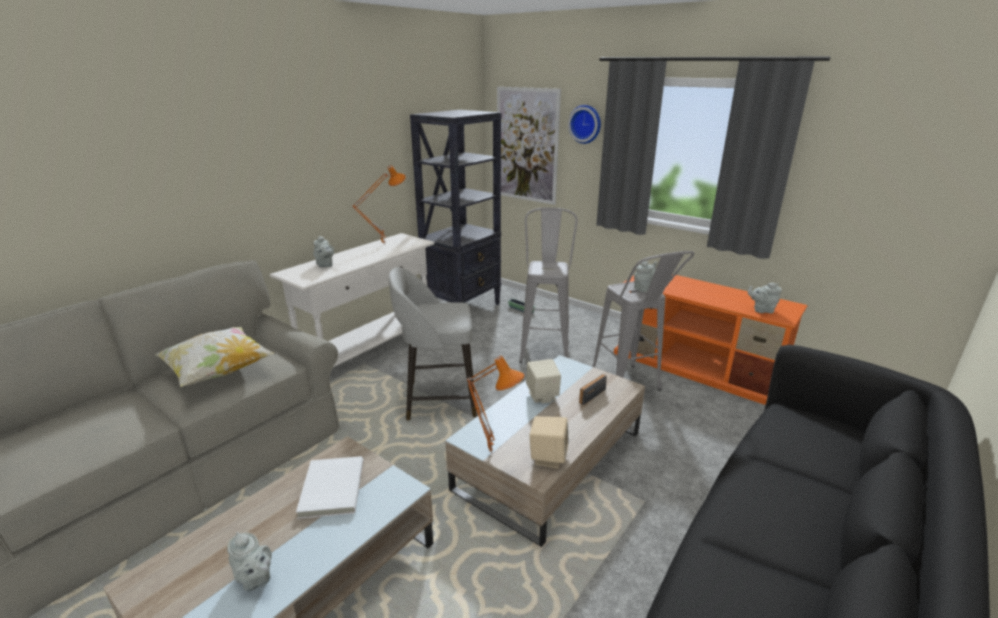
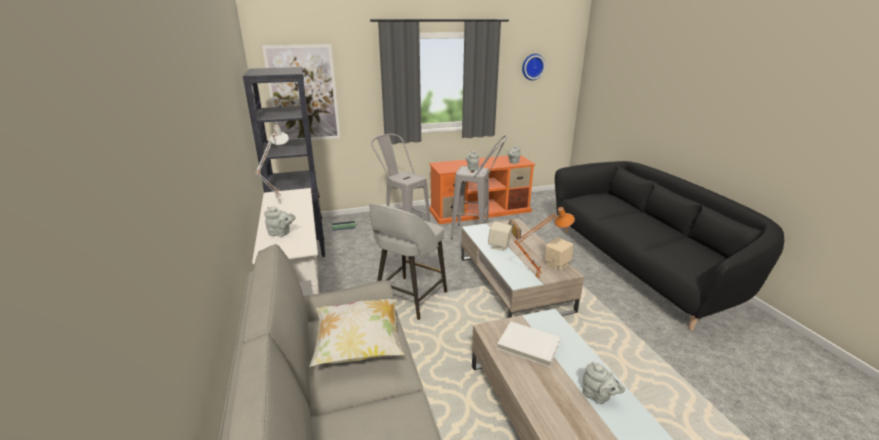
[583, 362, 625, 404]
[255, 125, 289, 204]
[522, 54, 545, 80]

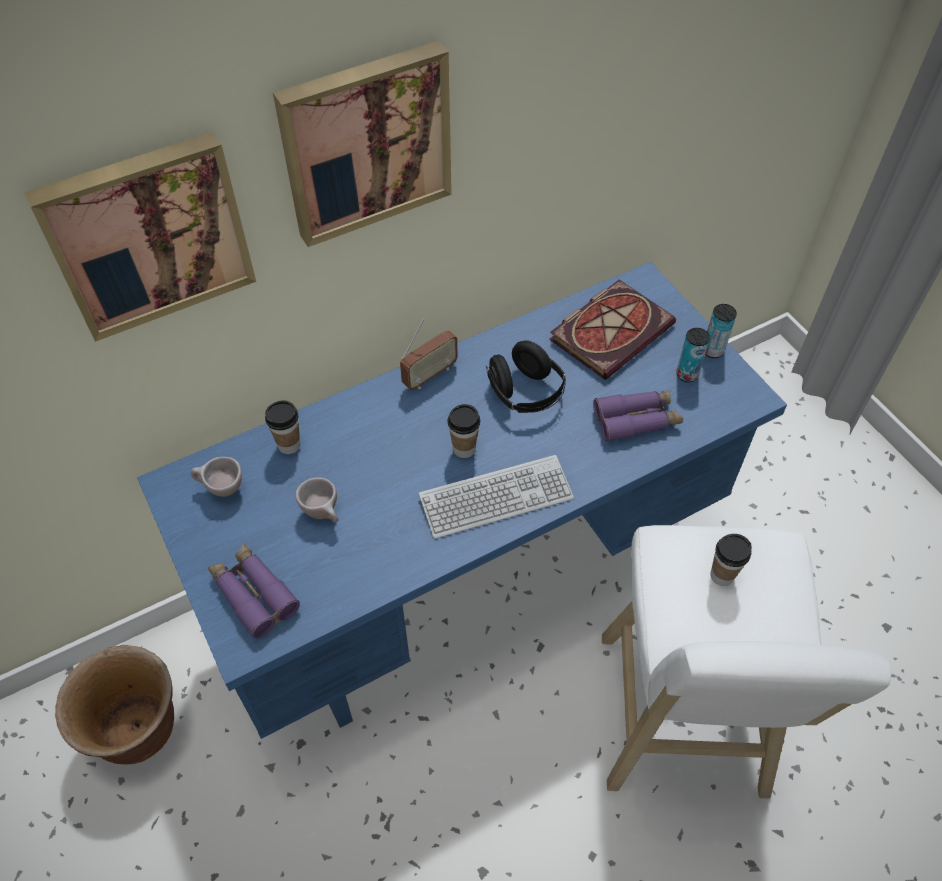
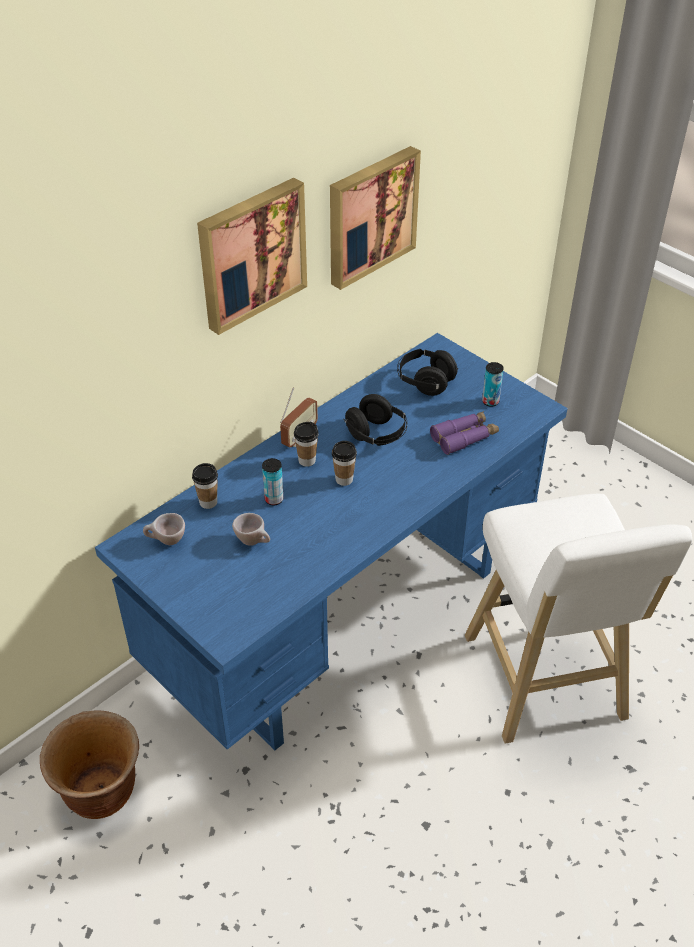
[330, 146, 421, 290]
[208, 544, 300, 638] (first image)
[419, 455, 574, 539] (first image)
[397, 349, 458, 396]
[262, 458, 284, 505]
[294, 422, 319, 467]

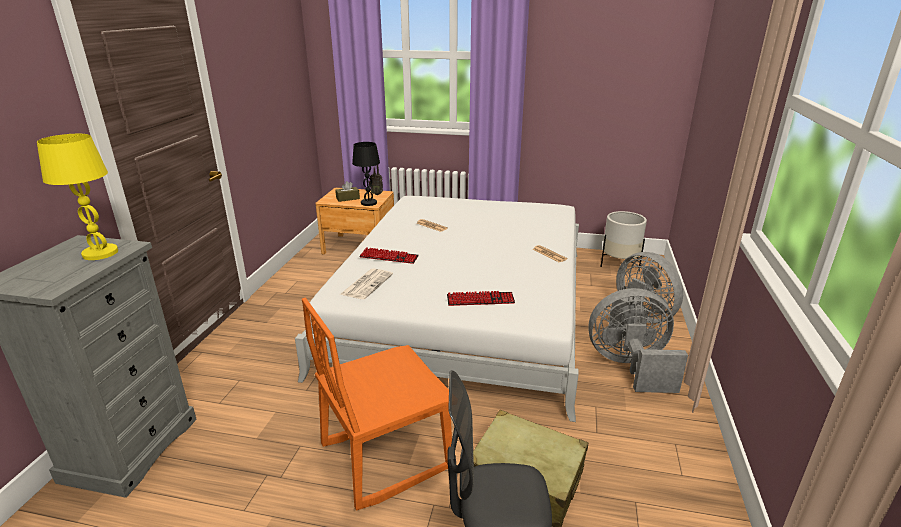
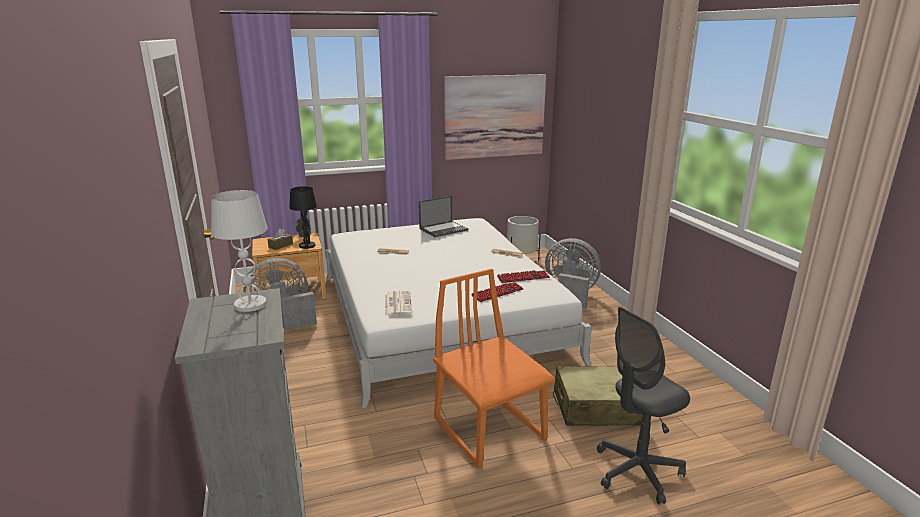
[211, 190, 268, 312]
[433, 269, 555, 469]
[497, 270, 550, 283]
[243, 258, 317, 331]
[419, 196, 468, 237]
[444, 74, 546, 160]

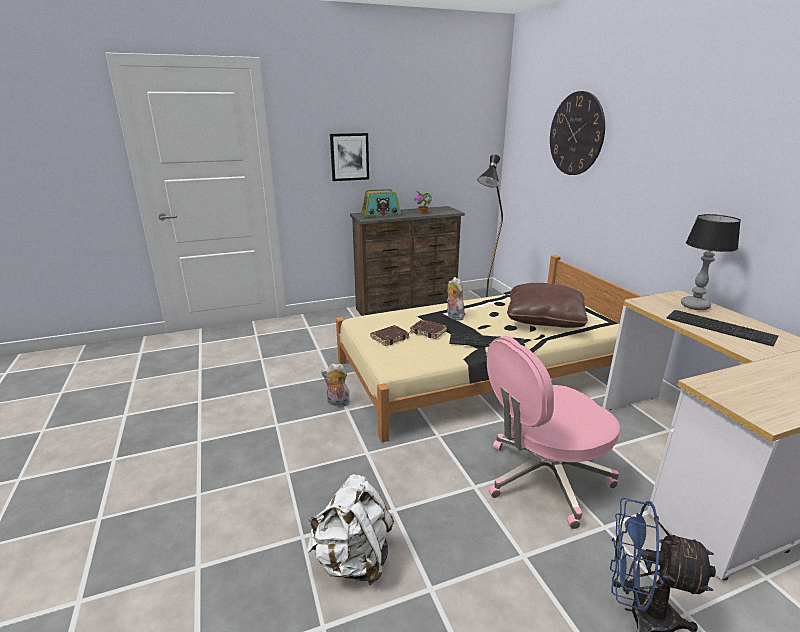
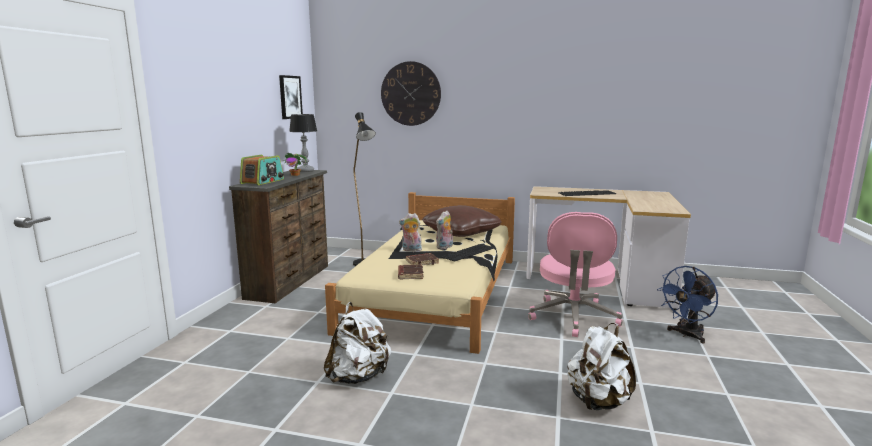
[436, 211, 453, 249]
[279, 75, 303, 119]
[289, 114, 317, 172]
[324, 302, 392, 384]

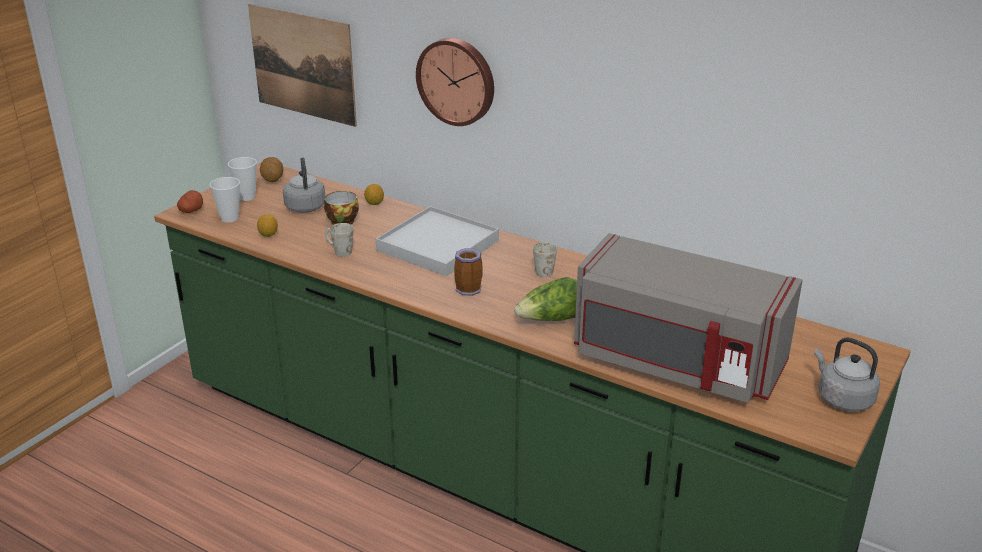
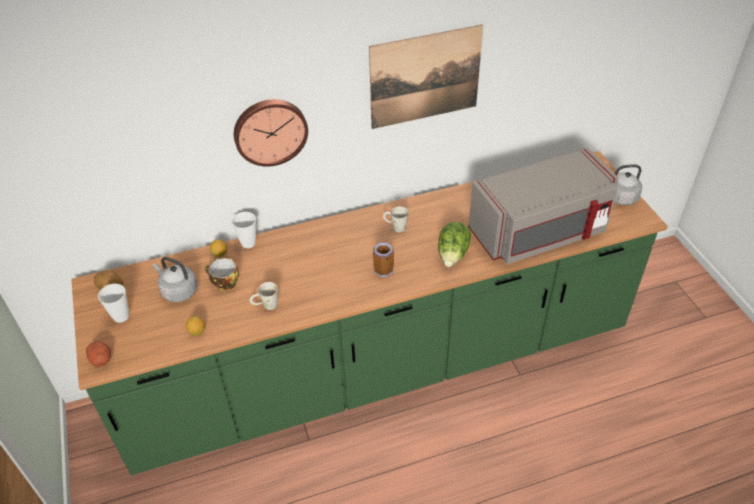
[232, 212, 256, 248]
[369, 24, 483, 129]
[376, 206, 499, 276] (first image)

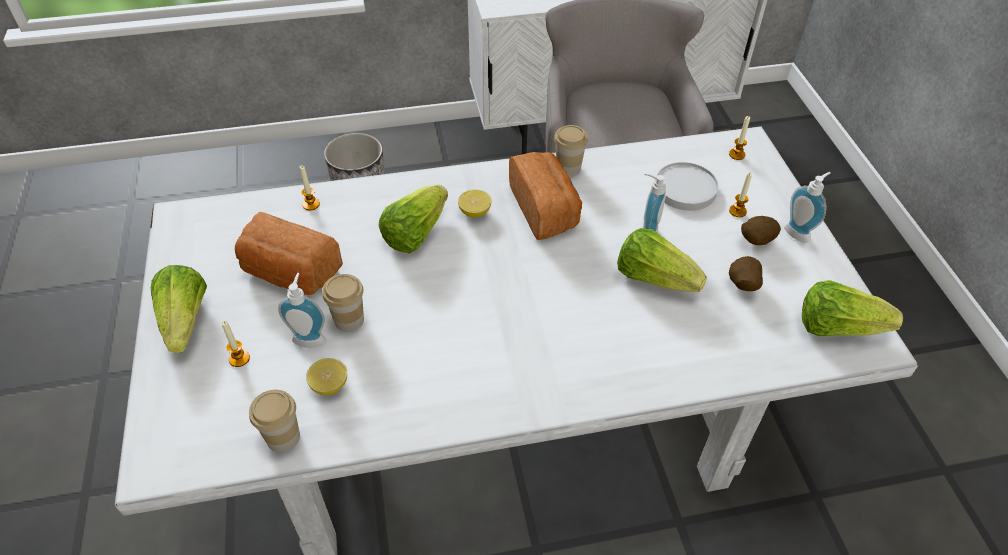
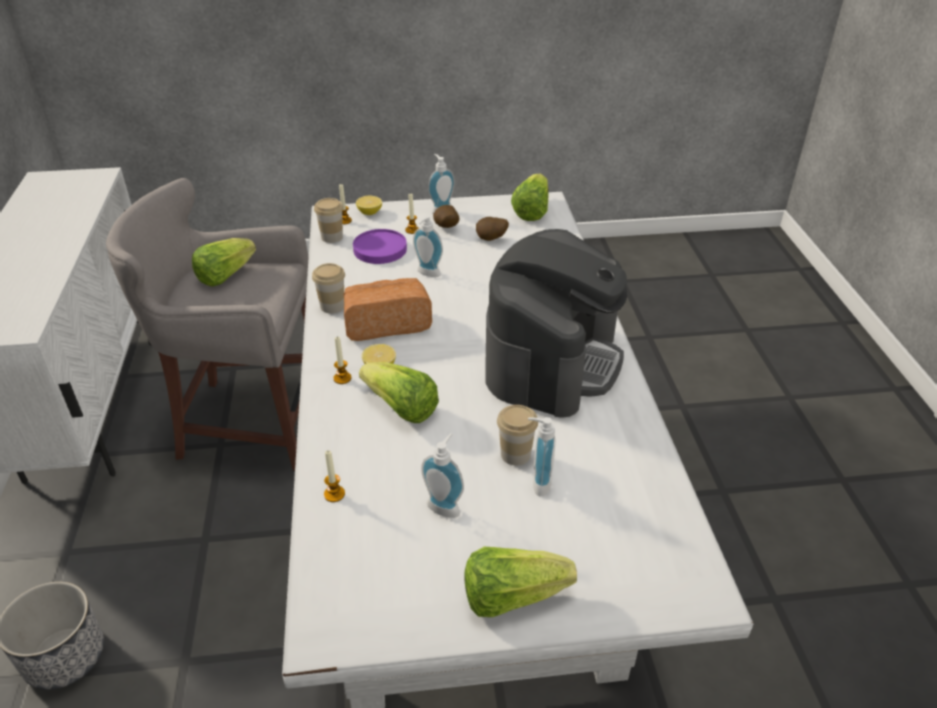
[333, 337, 351, 384]
[421, 433, 464, 518]
[314, 198, 343, 243]
[356, 196, 382, 215]
[192, 238, 256, 286]
[353, 229, 407, 264]
[485, 229, 627, 418]

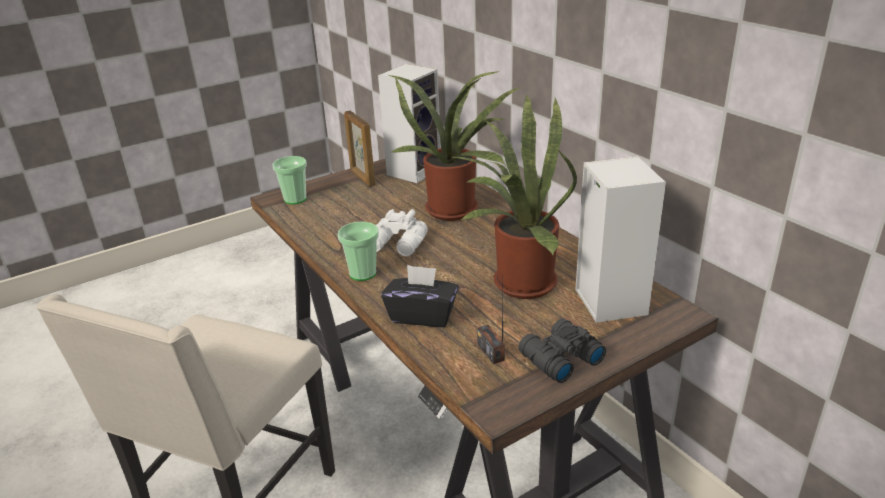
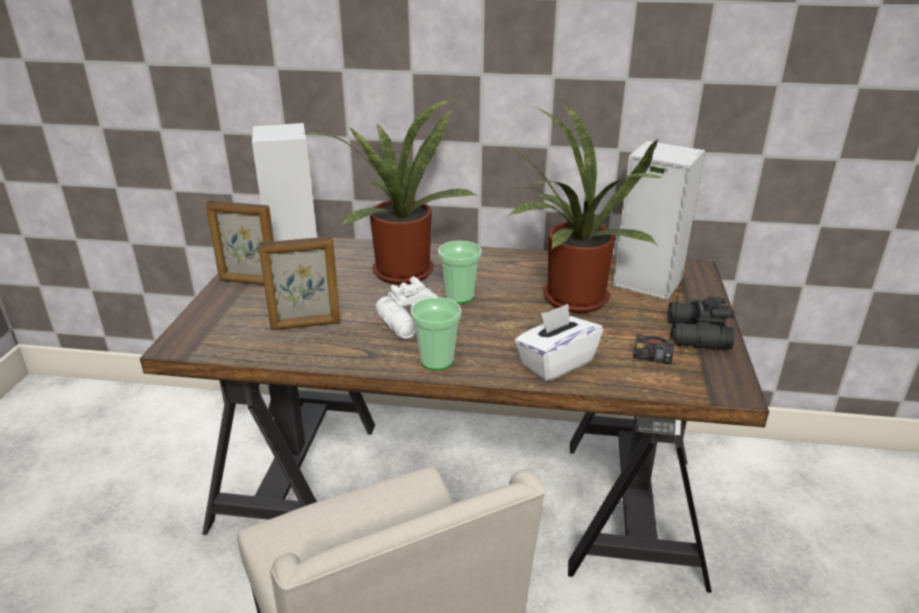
[438, 241, 482, 304]
[514, 304, 603, 381]
[258, 236, 340, 330]

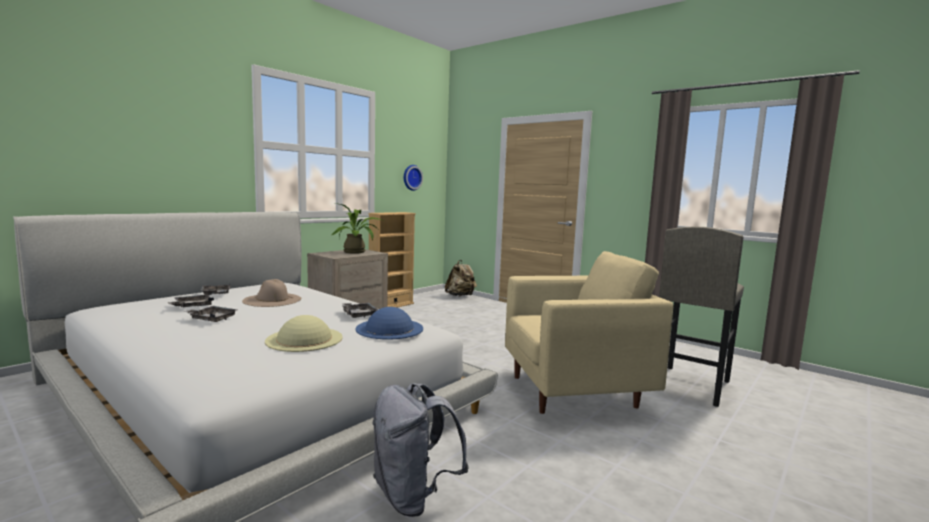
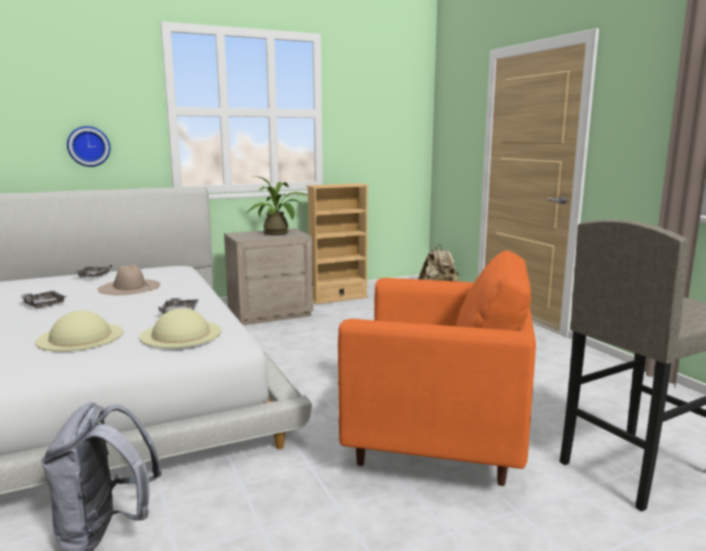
[168, 295, 214, 307] (first image)
[140, 308, 221, 348]
[67, 126, 111, 167]
[338, 251, 536, 486]

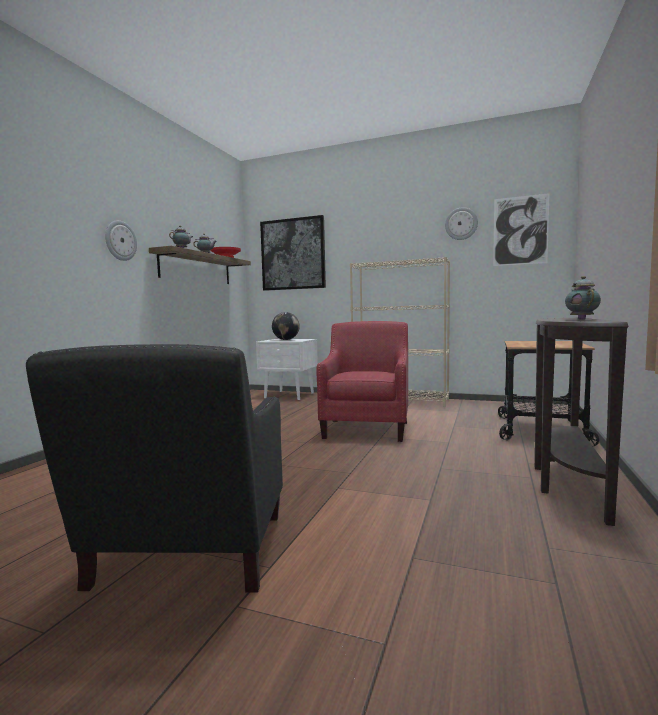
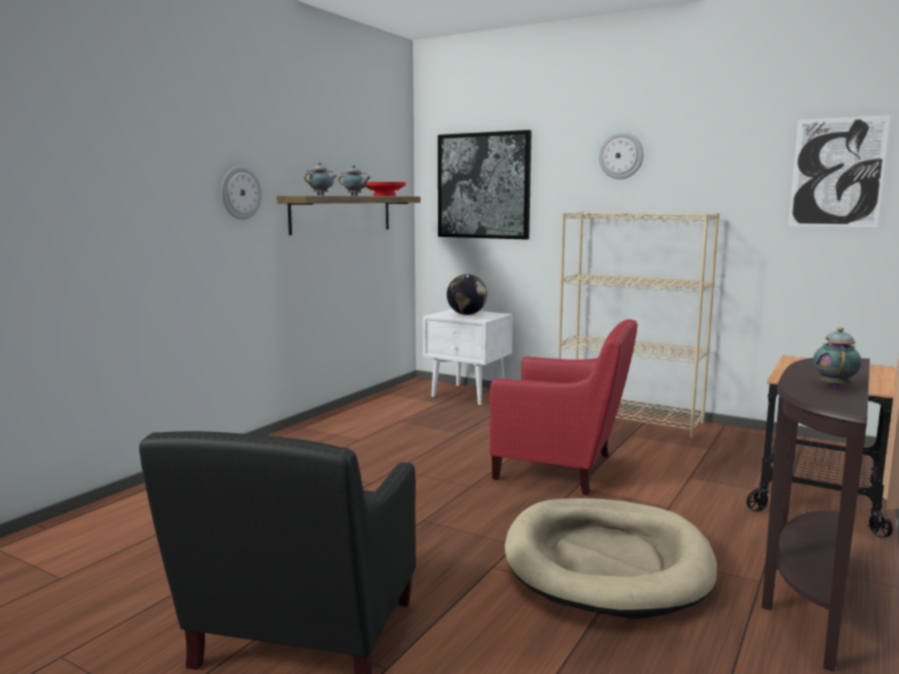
[490, 319, 637, 495]
[599, 132, 644, 179]
[505, 498, 717, 619]

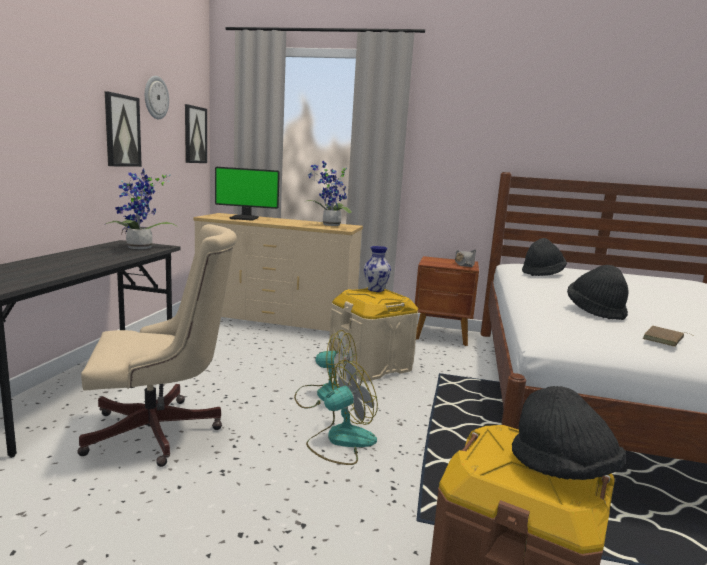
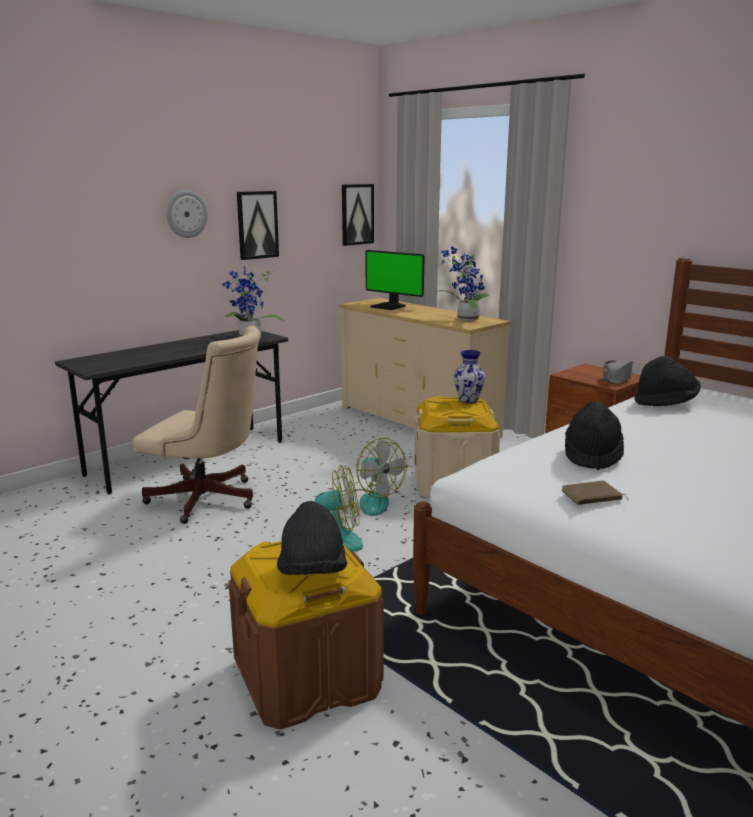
[166, 190, 208, 238]

